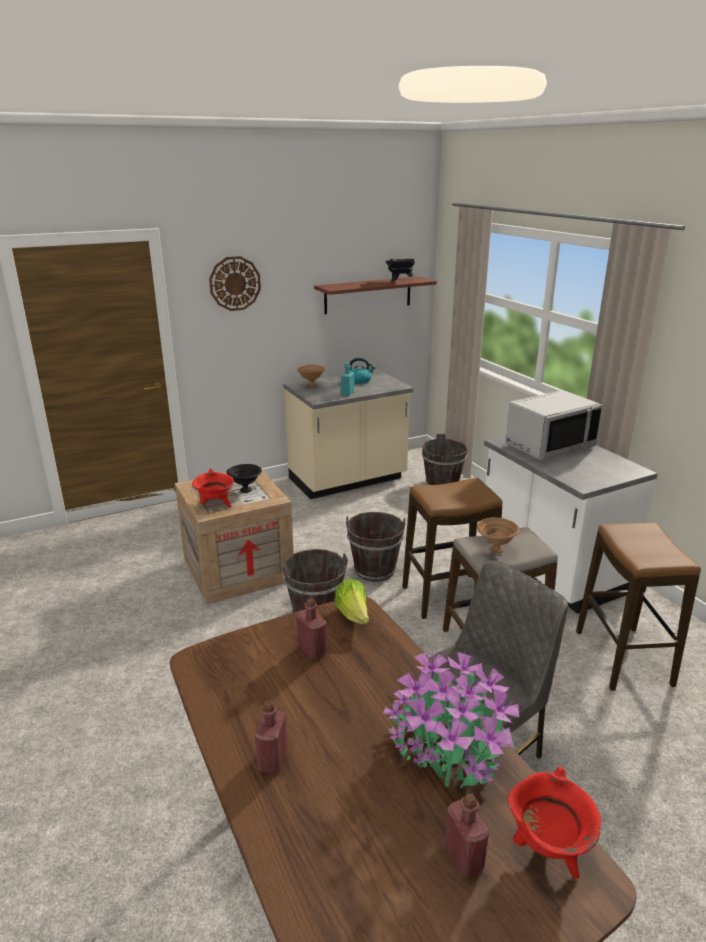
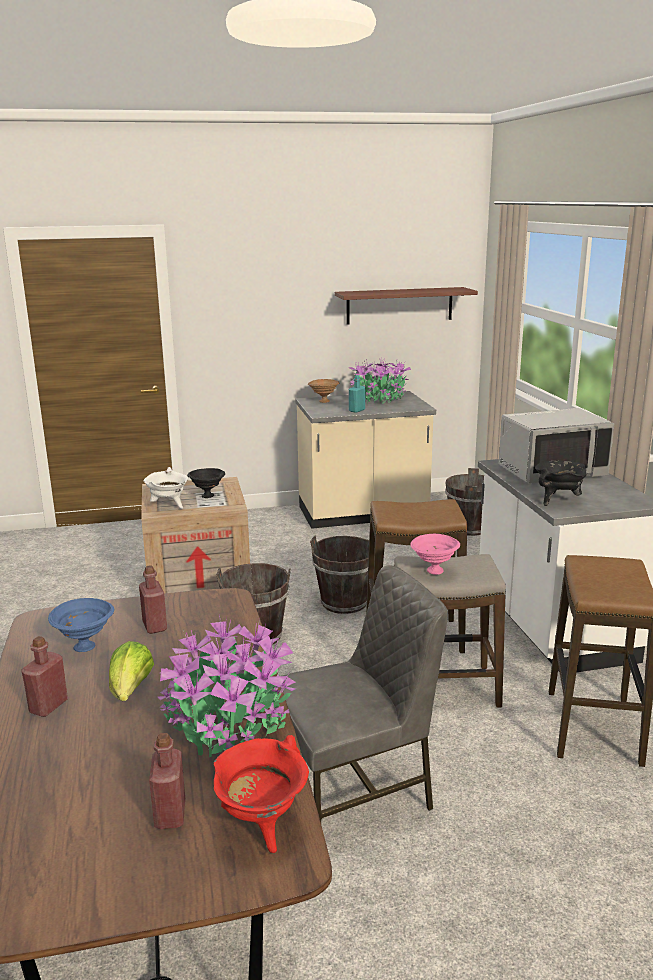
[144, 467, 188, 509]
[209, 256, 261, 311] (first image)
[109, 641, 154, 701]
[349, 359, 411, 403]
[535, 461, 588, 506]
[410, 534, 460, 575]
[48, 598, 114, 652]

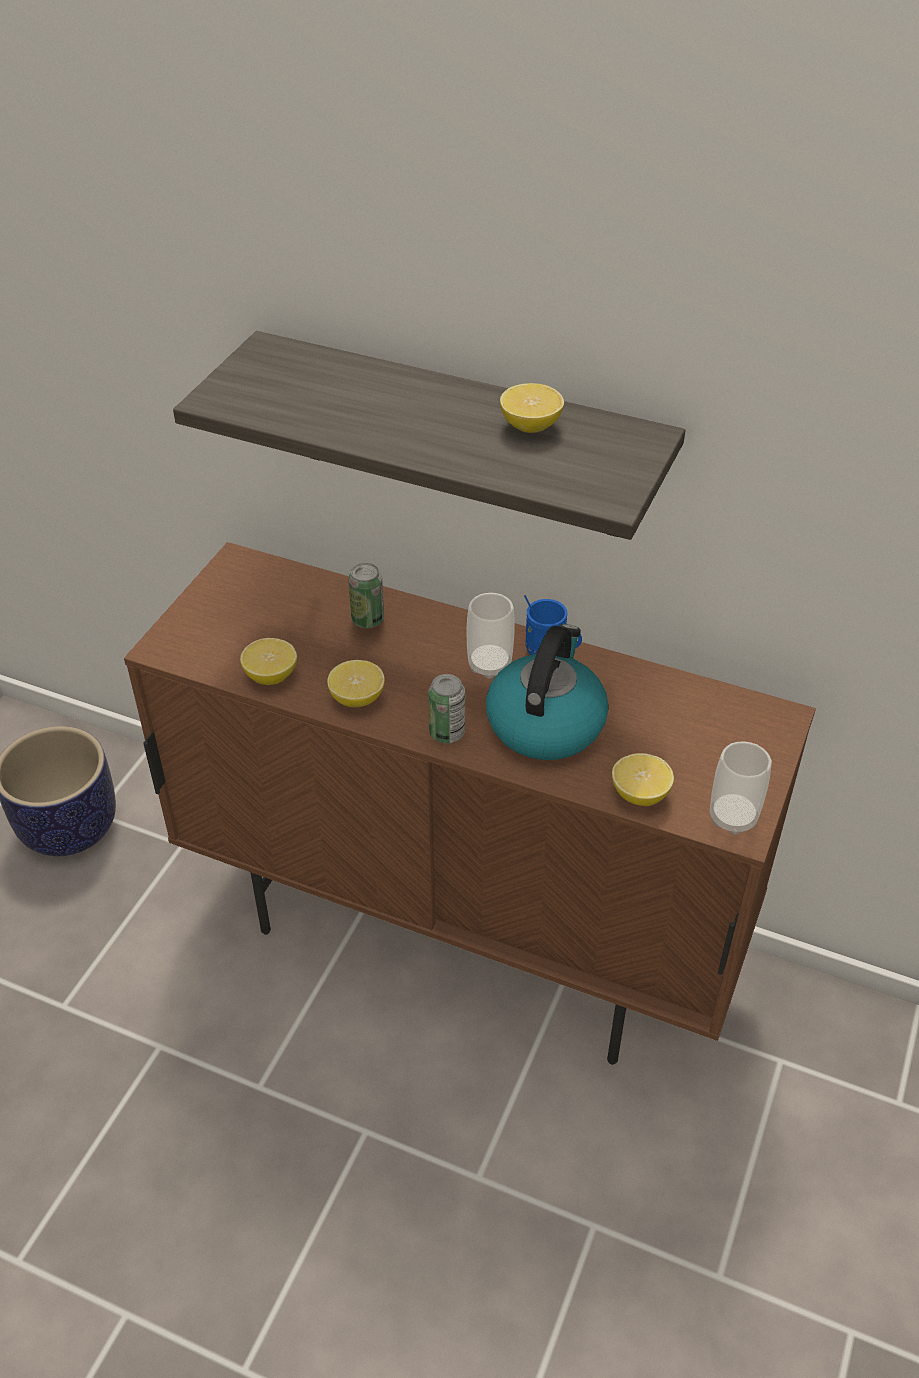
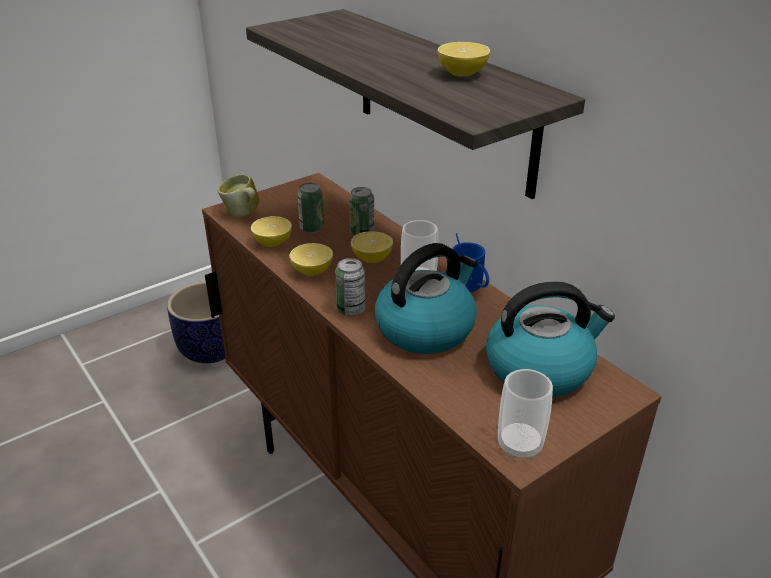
[351, 231, 393, 263]
[218, 174, 260, 217]
[297, 183, 324, 233]
[486, 281, 615, 397]

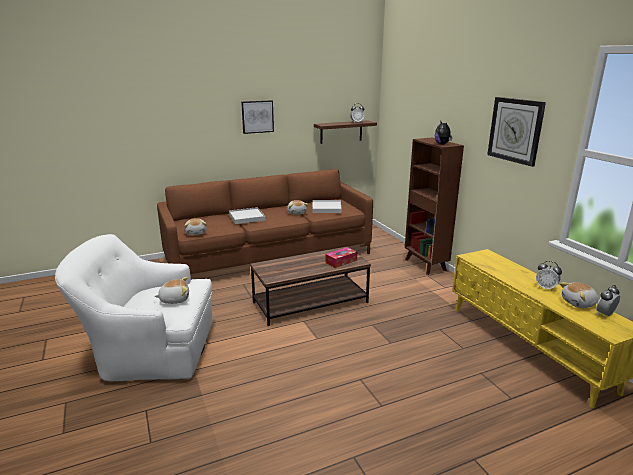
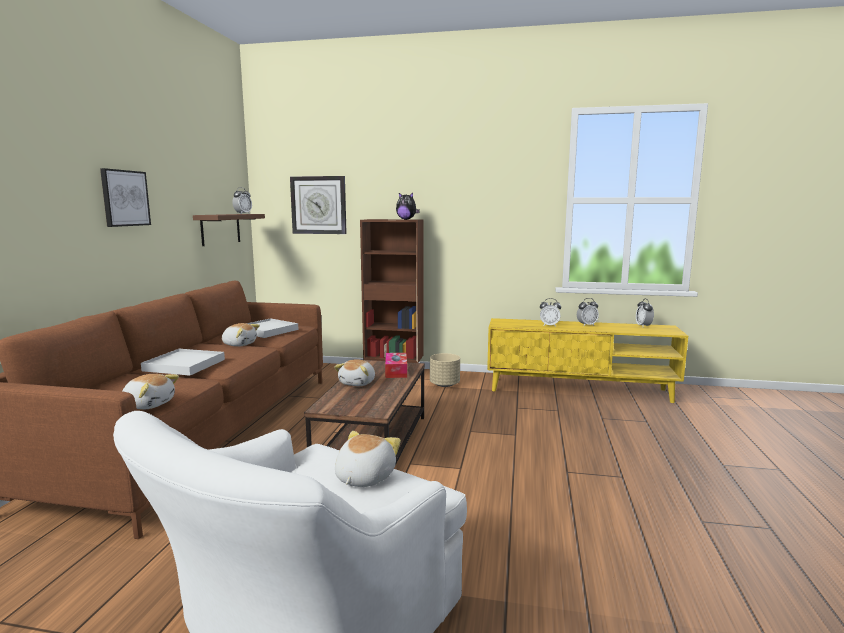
[290, 176, 347, 234]
[334, 359, 375, 386]
[430, 353, 460, 387]
[540, 298, 561, 327]

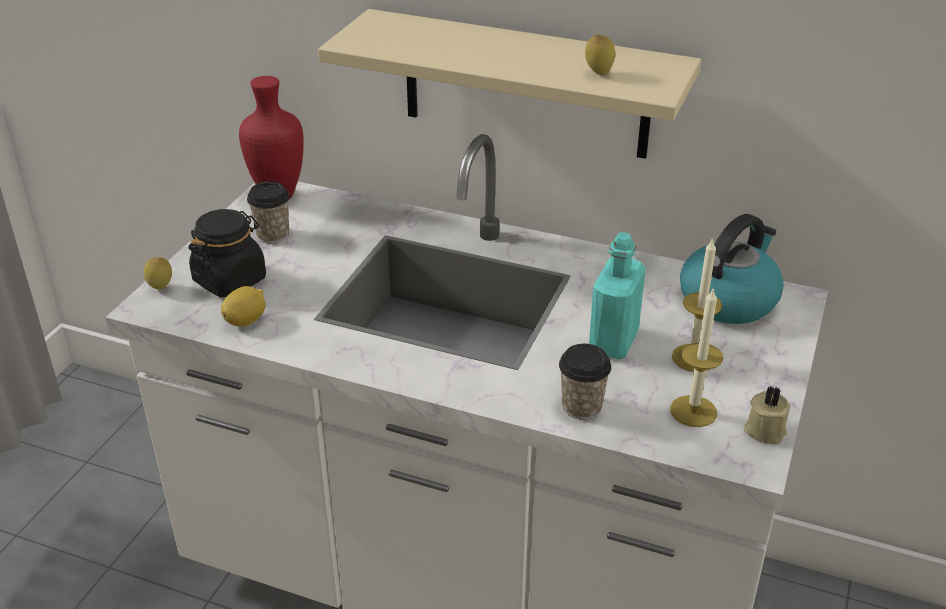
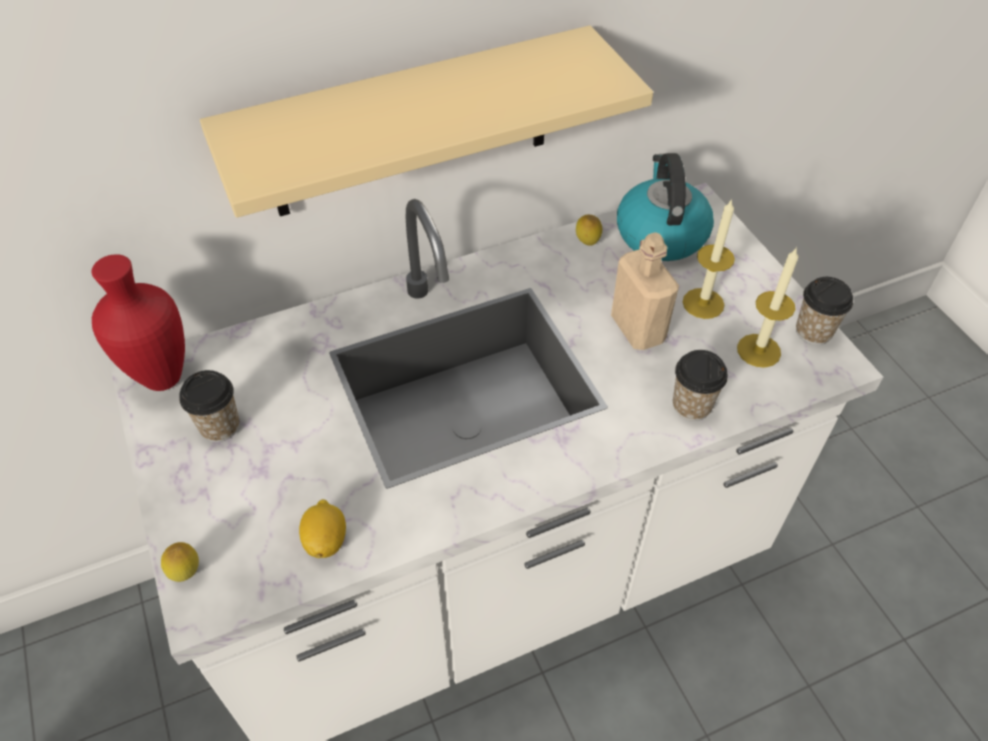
[189, 209, 266, 297] (first image)
[576, 214, 602, 246]
[611, 232, 679, 350]
[796, 277, 853, 345]

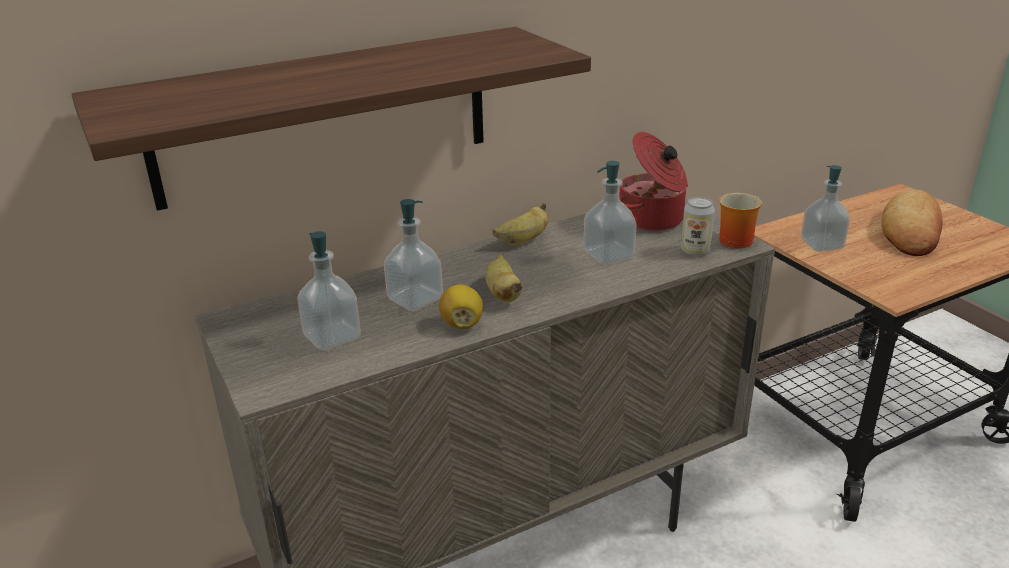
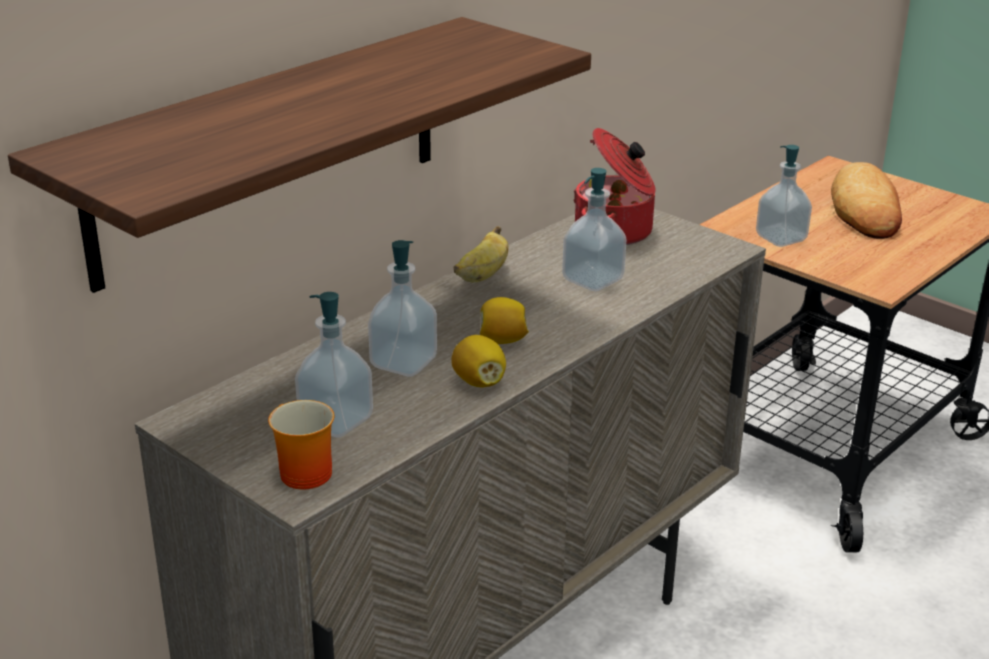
[480, 297, 529, 344]
[681, 197, 715, 256] (first image)
[268, 400, 334, 490]

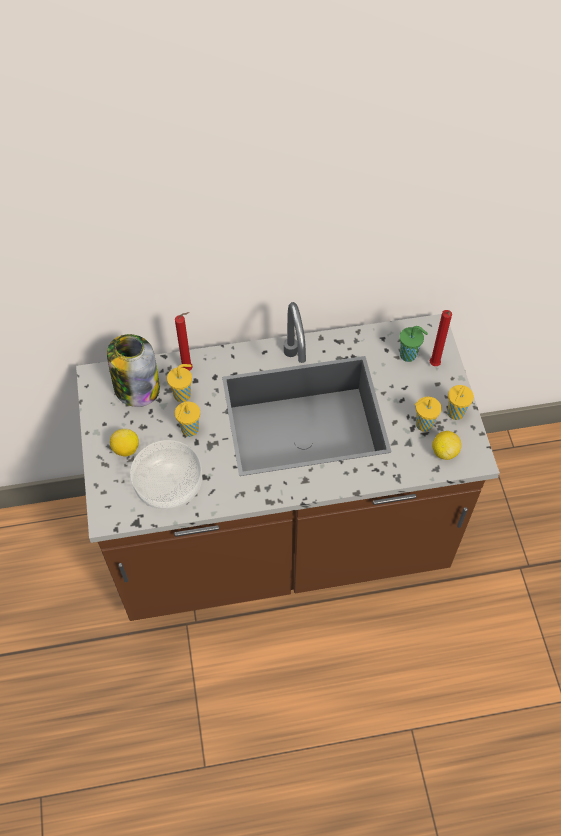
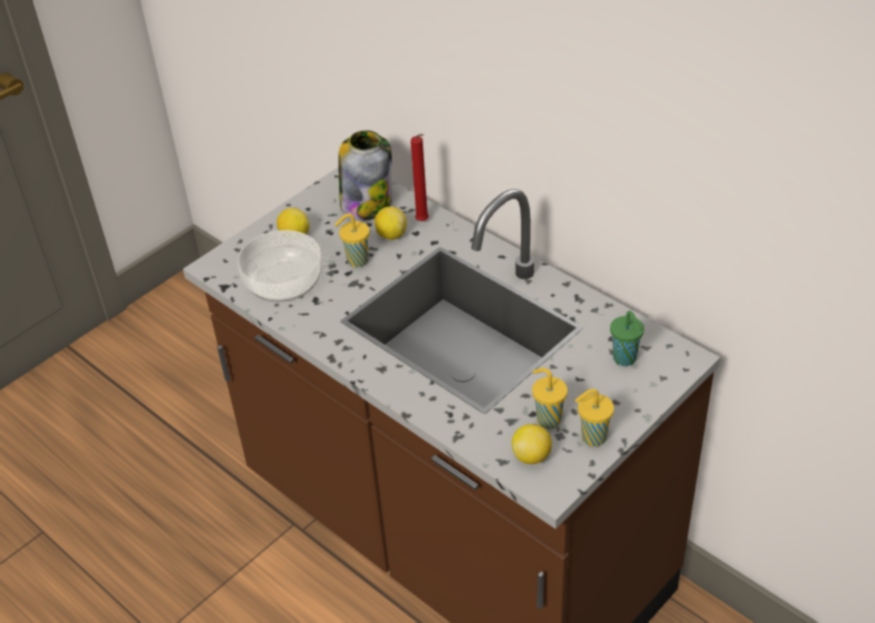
[374, 206, 407, 240]
[430, 310, 452, 366] (first image)

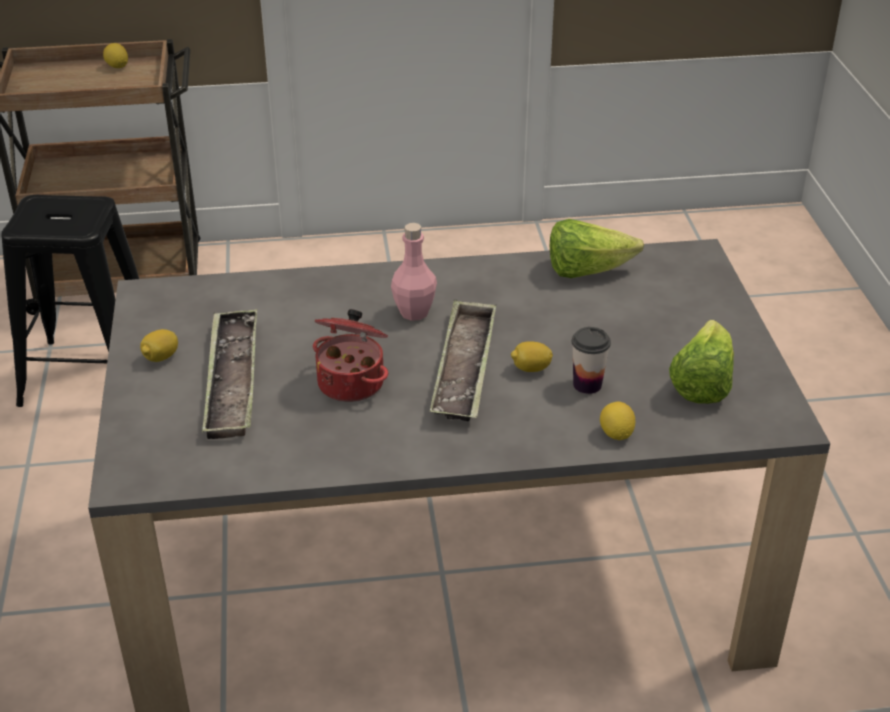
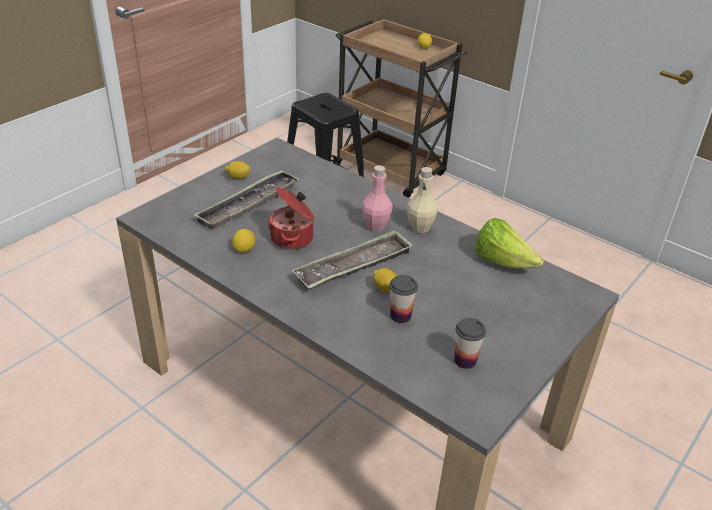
[232, 229, 255, 253]
[454, 318, 486, 369]
[407, 167, 438, 233]

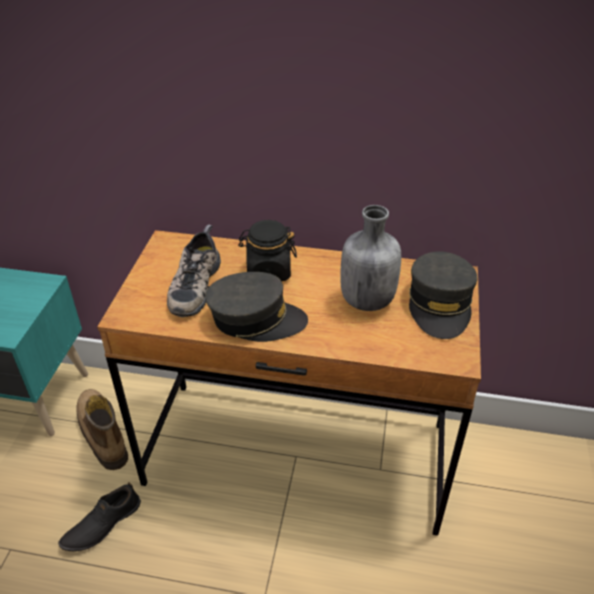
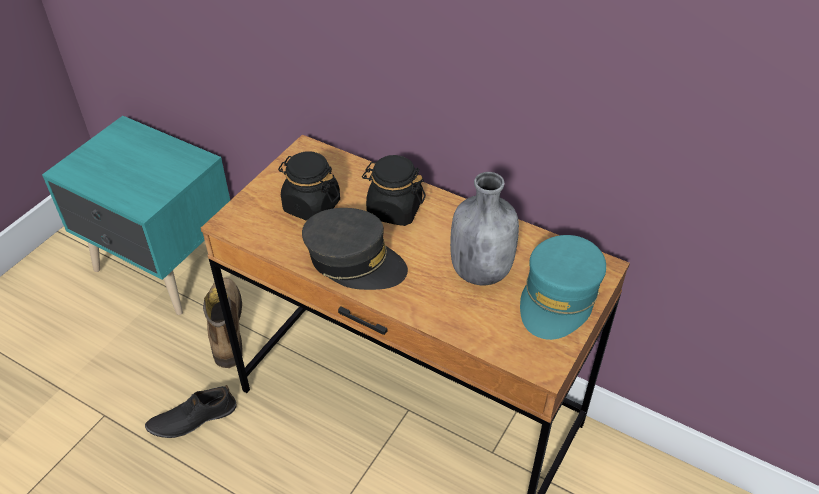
[278, 151, 340, 221]
[520, 235, 606, 340]

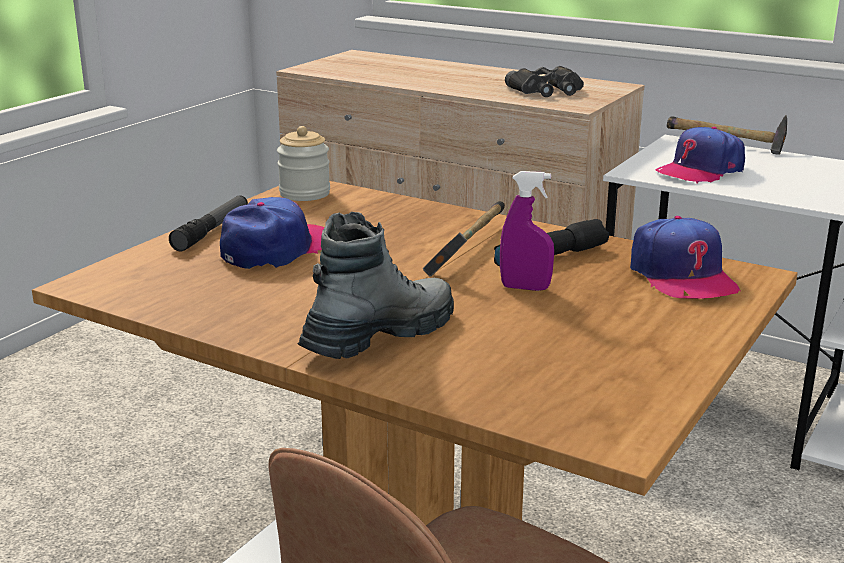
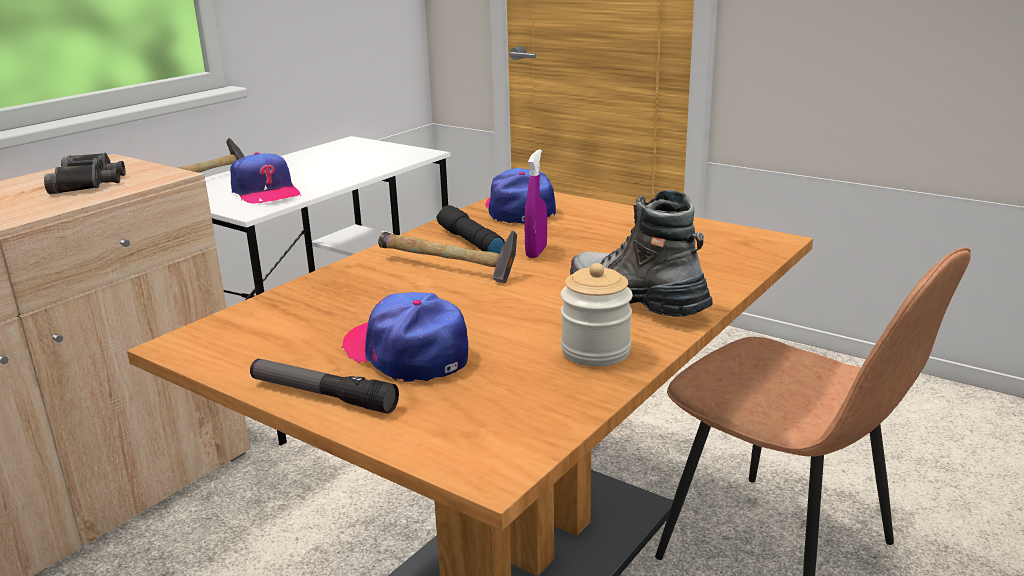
[561, 263, 633, 367]
[485, 168, 556, 223]

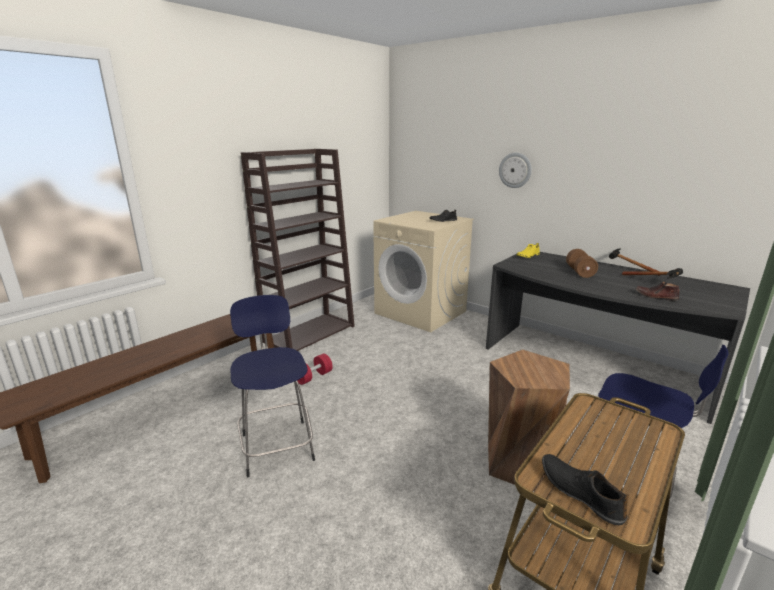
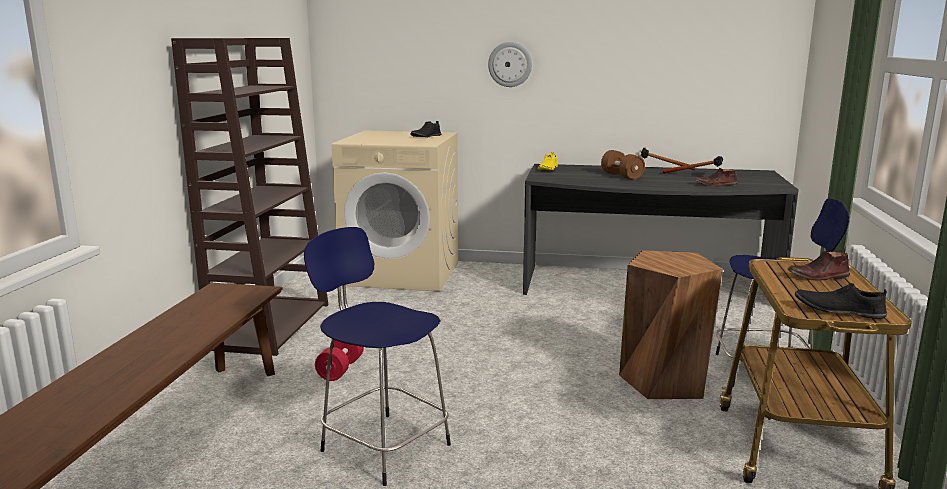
[787, 251, 850, 281]

